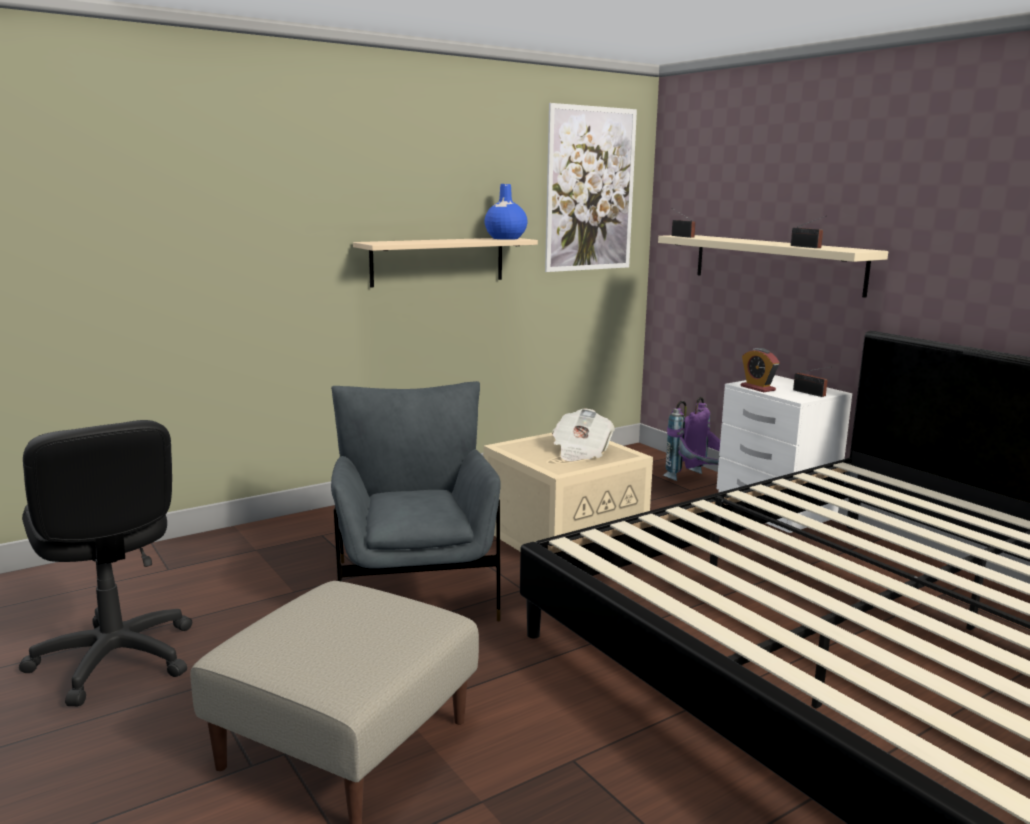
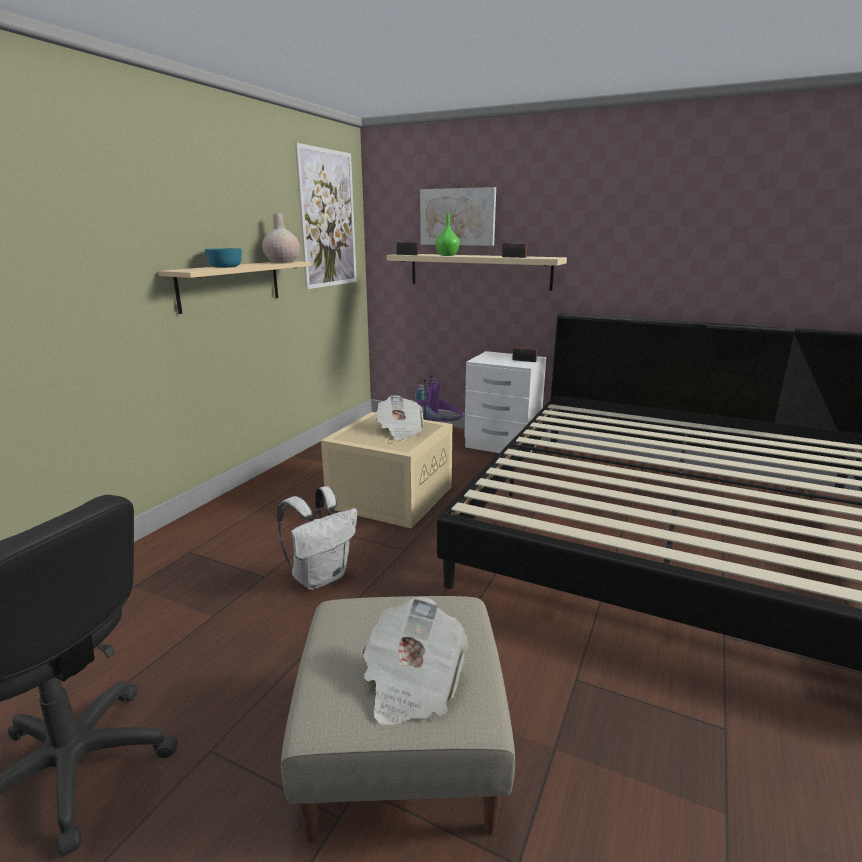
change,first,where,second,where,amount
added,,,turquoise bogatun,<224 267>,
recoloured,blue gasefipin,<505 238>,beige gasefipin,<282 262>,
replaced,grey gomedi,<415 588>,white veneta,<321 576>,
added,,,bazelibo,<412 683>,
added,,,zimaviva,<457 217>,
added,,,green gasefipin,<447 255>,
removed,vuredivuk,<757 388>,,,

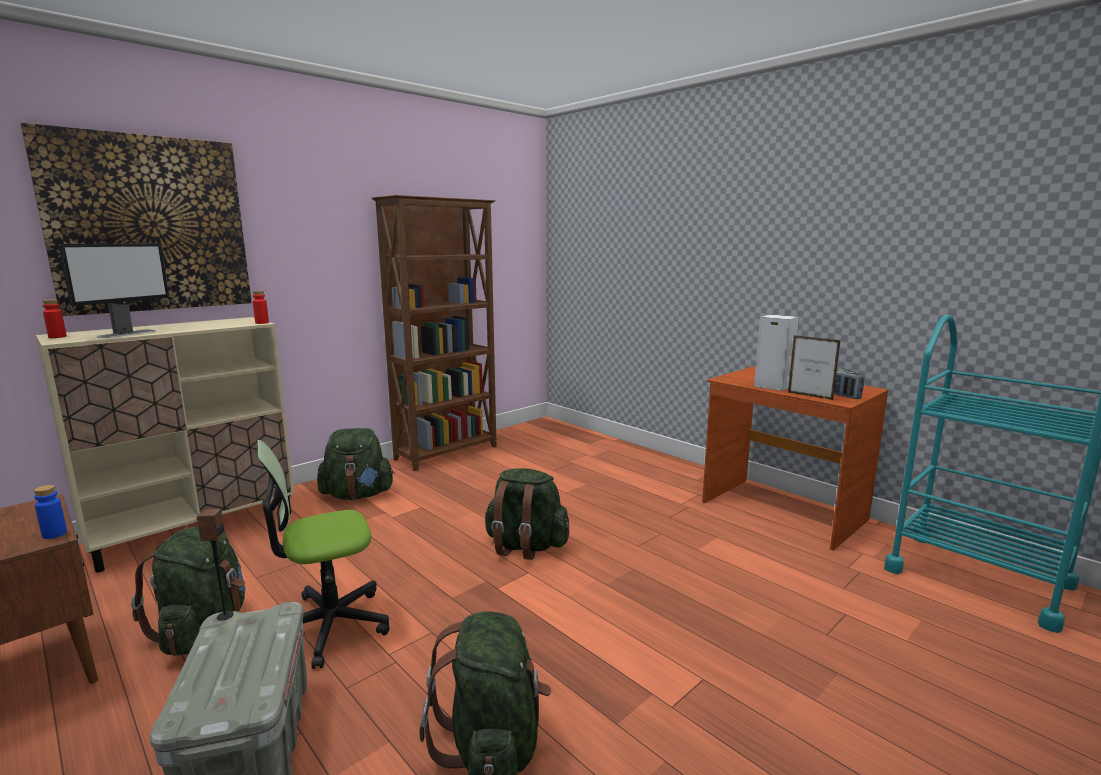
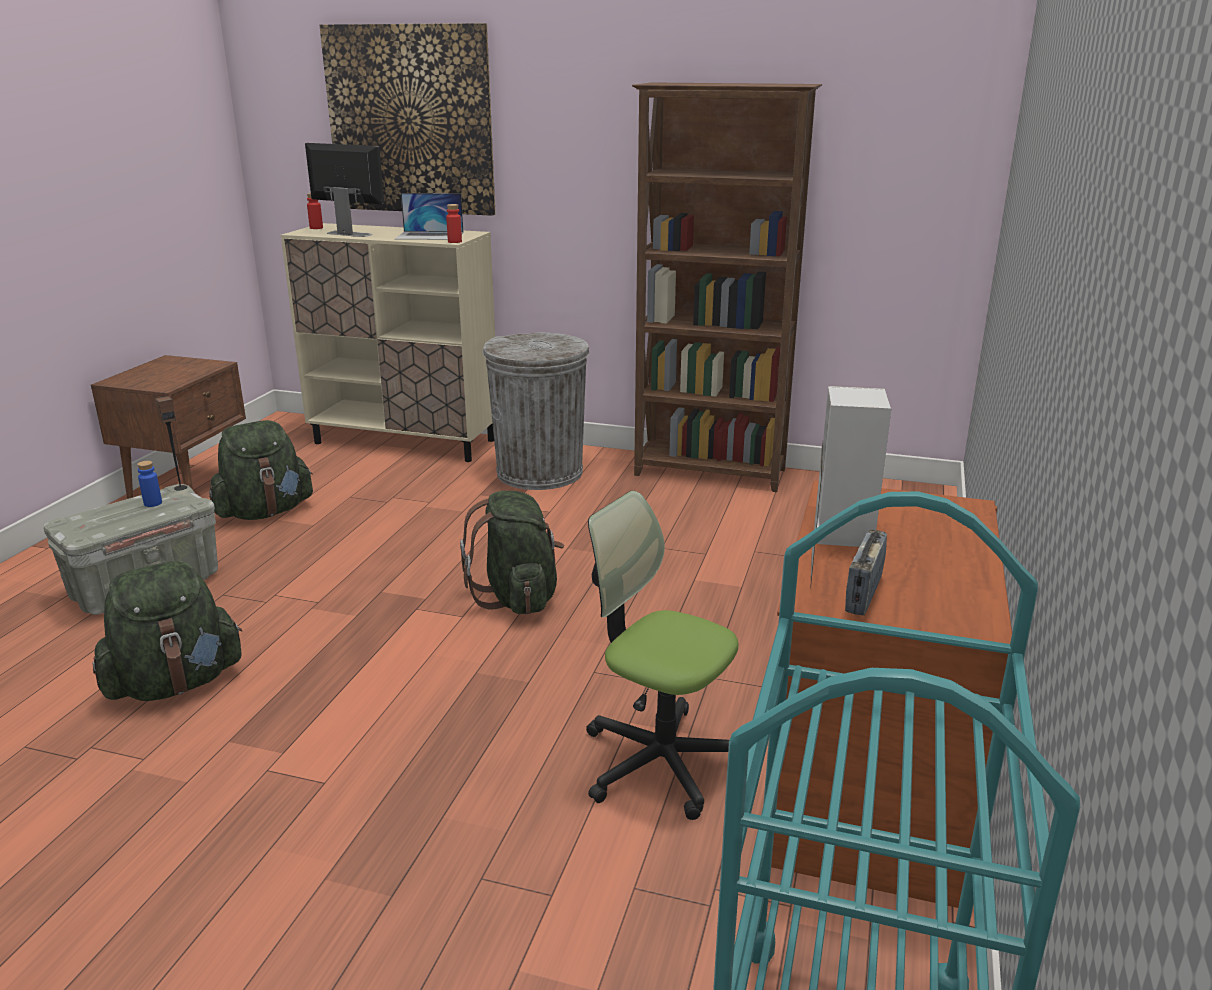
change,first,where,second,where,amount
moved,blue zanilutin,<54 534>,,<153 503>,
turned,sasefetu,<127 333>,,<349 234>,150 degrees counterclockwise
added,,,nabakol,<430 235>,
replaced,green veneta,<358 495>,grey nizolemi,<540 472>,
moved,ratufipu,<329 625>,,<660 761>,

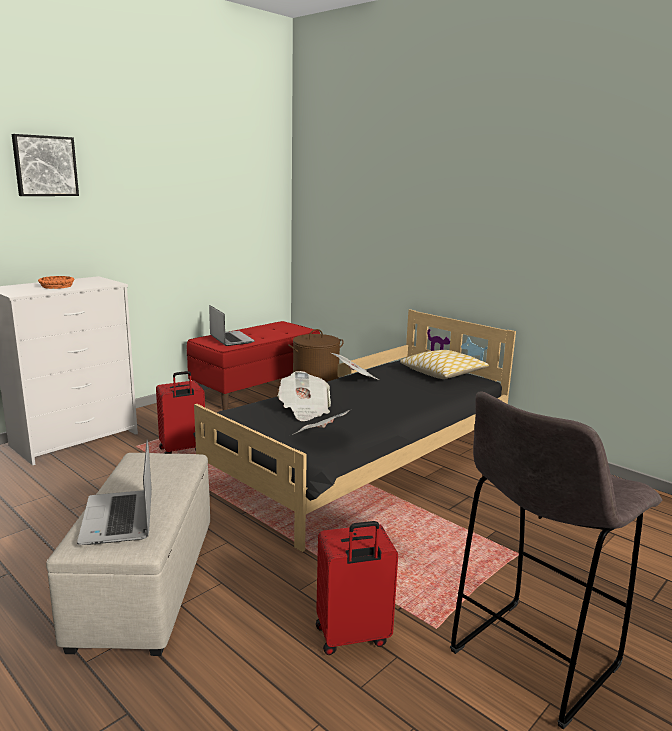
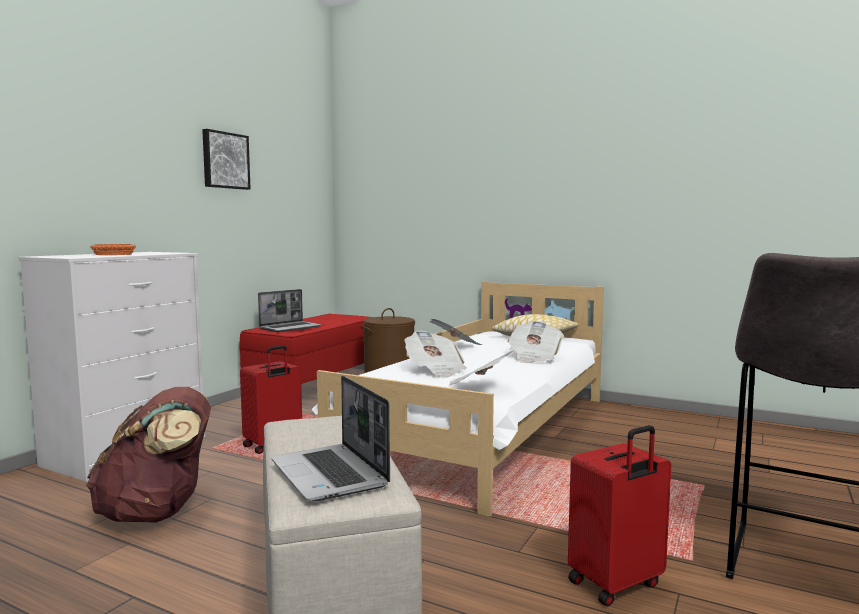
change,first,where,second,where,amount
added,,,brown veneta,<158 512>,
moved,zimaviva,<45 166>,,<225 160>,
turned,nabakol,<230 339>,,<290 328>,90 degrees clockwise
recoloured,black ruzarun,<365 462>,white ruzarun,<485 432>,
added,,,bazelibo,<534 357>,

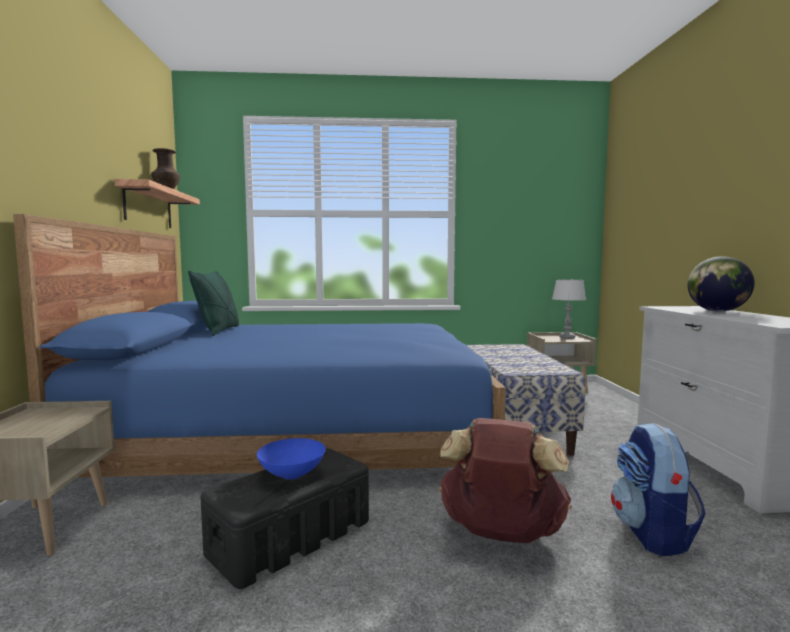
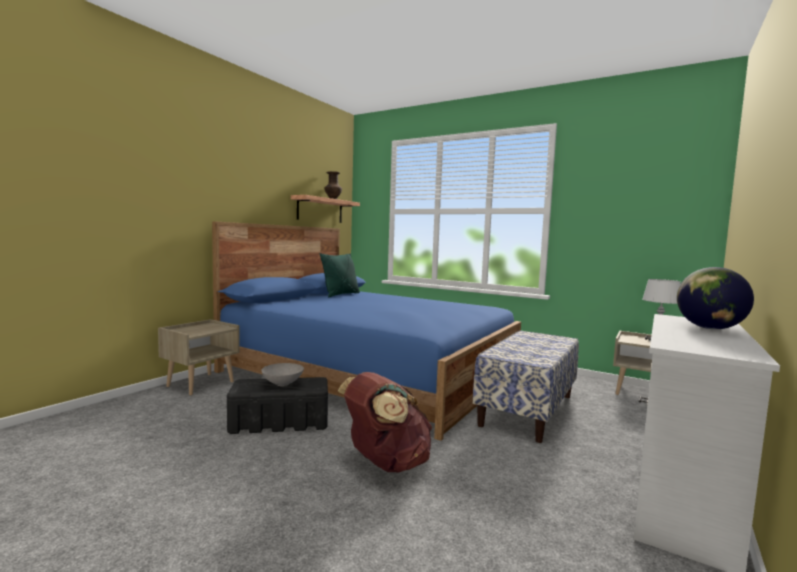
change,first,where,second,where,amount
recoloured,blue bogatun,<293 474>,grey bogatun,<283 384>,
removed,veneta,<652 534>,,,

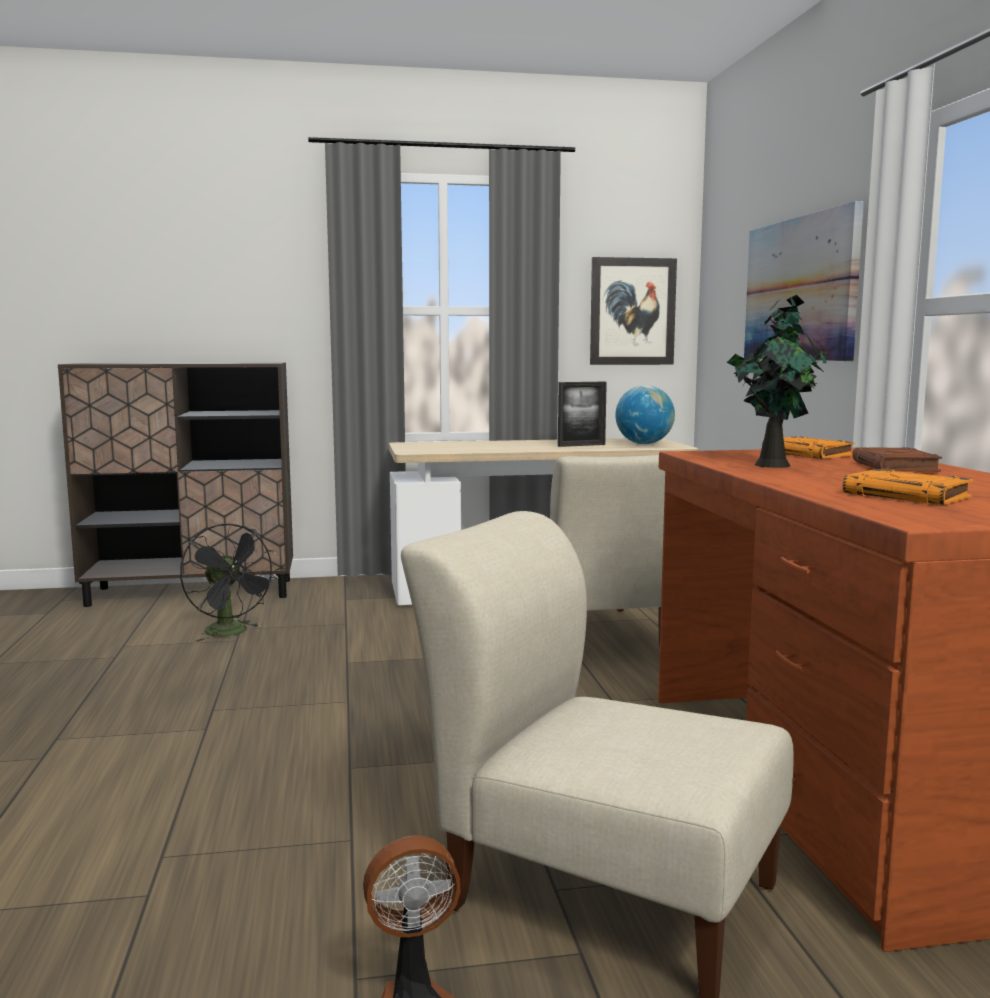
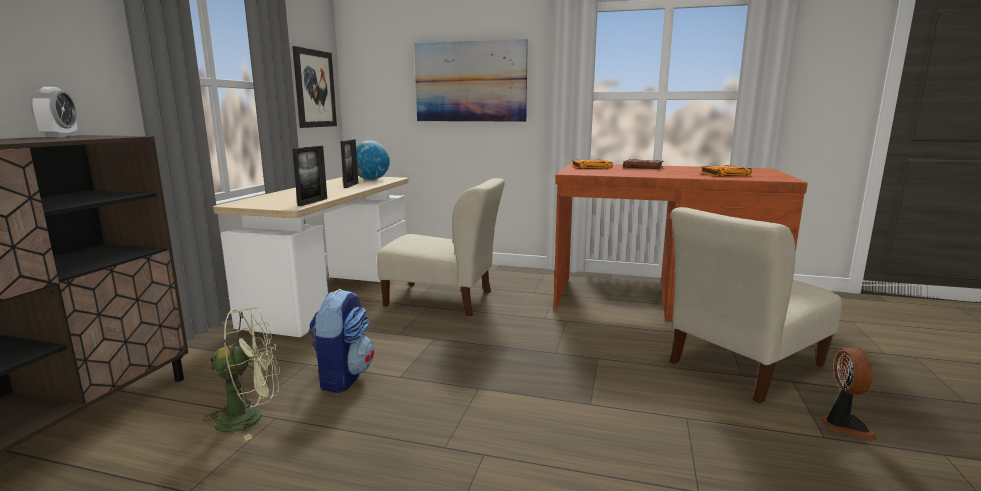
change,first,where,second,where,amount
added,,,vuredivuk,<60 136>,
recoloured,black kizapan,<231 633>,green kizapan,<250 418>,
added,,,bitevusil,<313 202>,
added,,,veneta,<343 377>,
removed,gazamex,<773 465>,,,

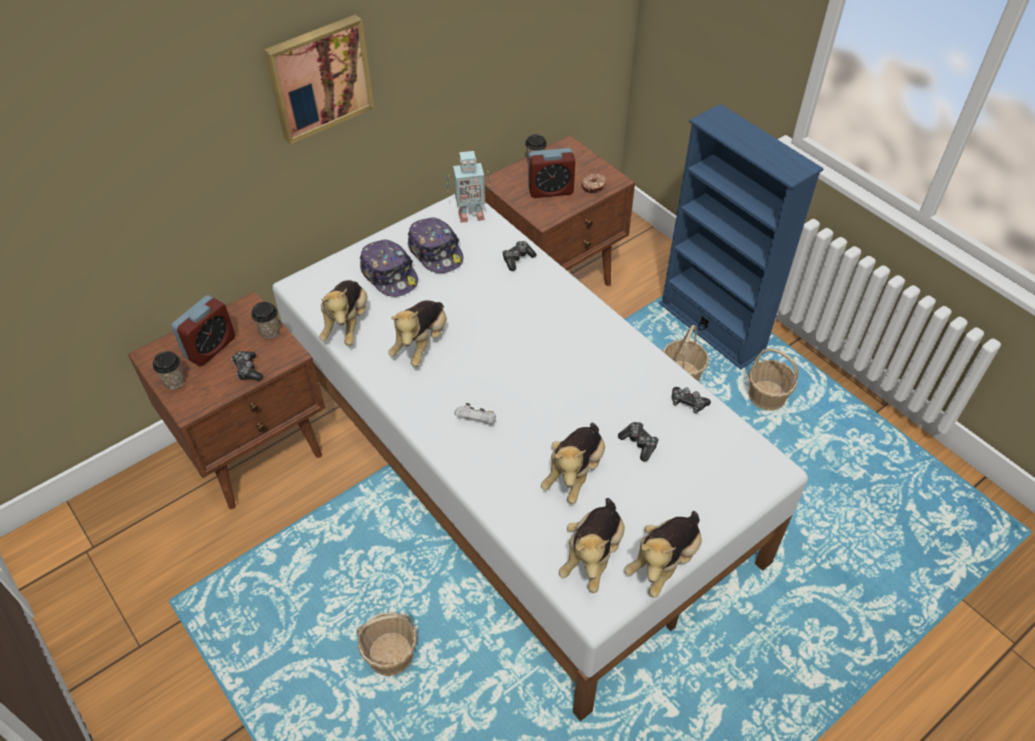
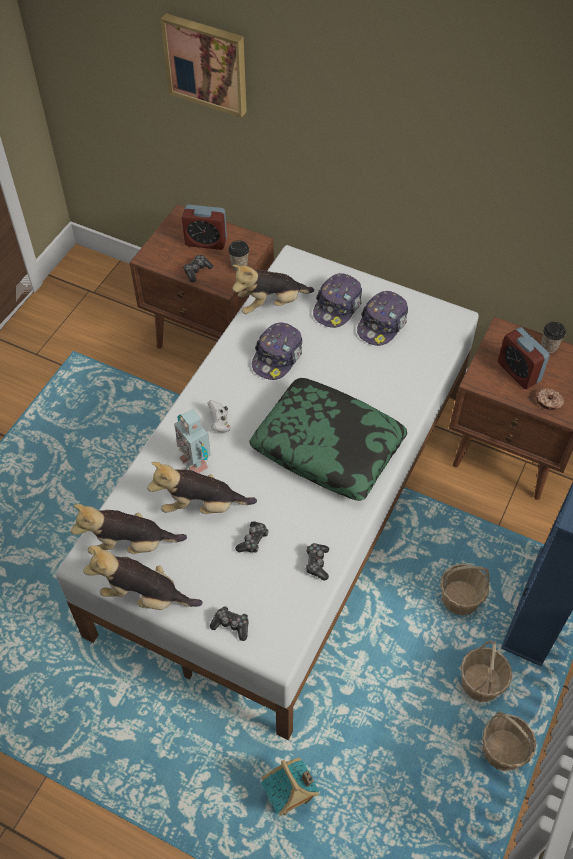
change,first,where,second,where,amount
moved,zimaviva,<319 77>,,<207 63>,
moved,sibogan,<470 215>,,<195 461>,
moved,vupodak,<517 259>,,<231 625>,
added,,,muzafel,<328 446>,
replaced,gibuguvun,<421 343>,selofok,<277 357>,
added,,,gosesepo,<290 799>,
moved,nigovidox,<391 655>,,<503 751>,
removed,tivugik,<174 381>,,,

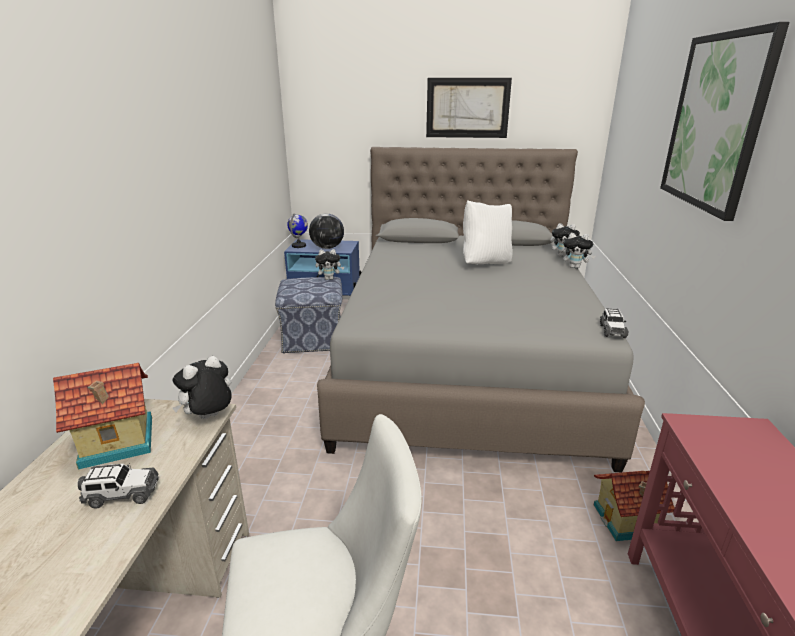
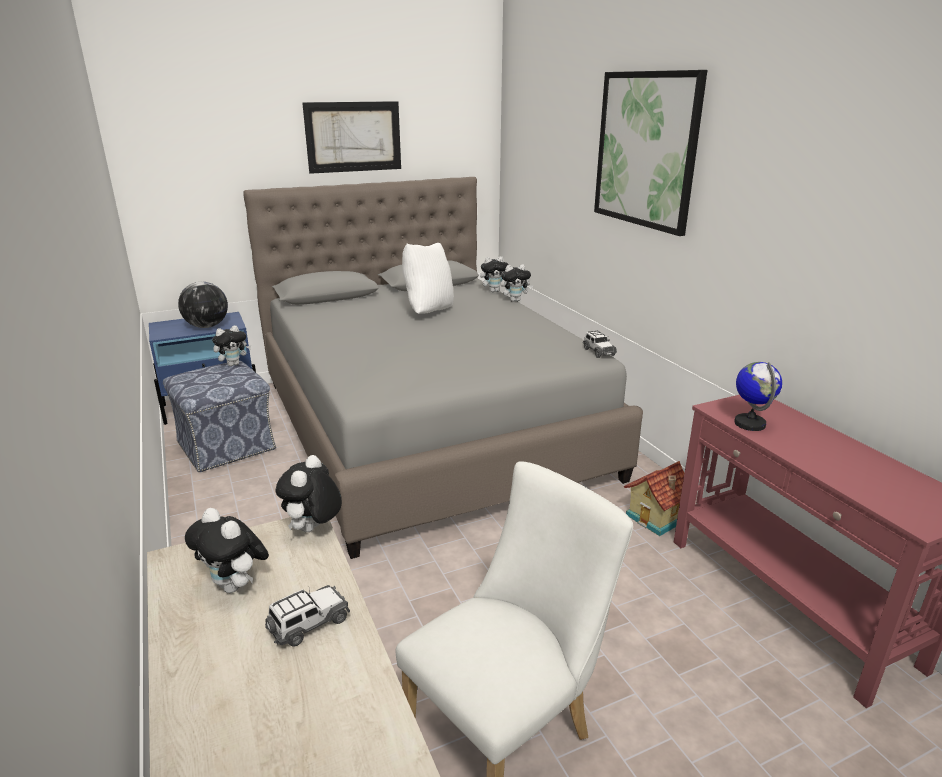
change,first,where,second,where,amount
replaced,gosesepo,<118 443>,gibuguvun,<235 586>,
moved,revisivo,<299 246>,,<750 423>,

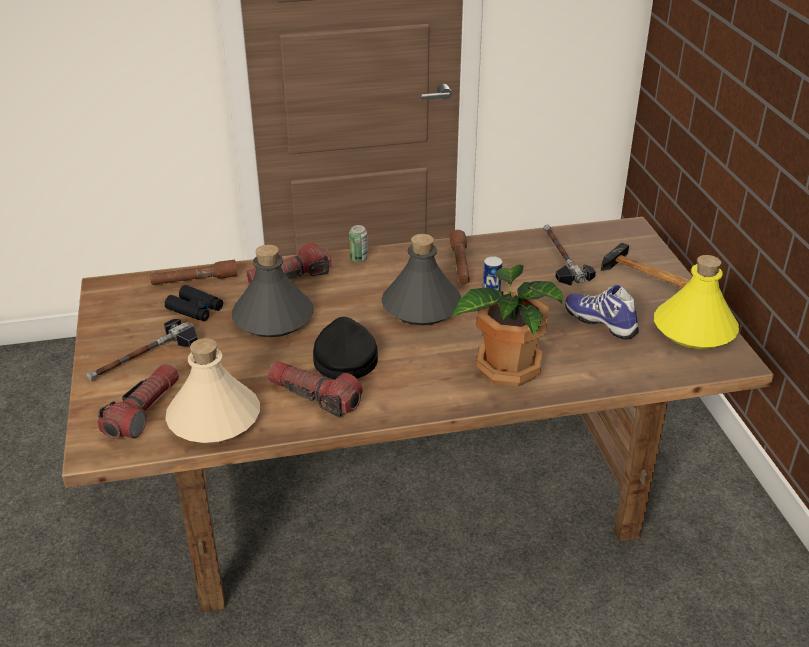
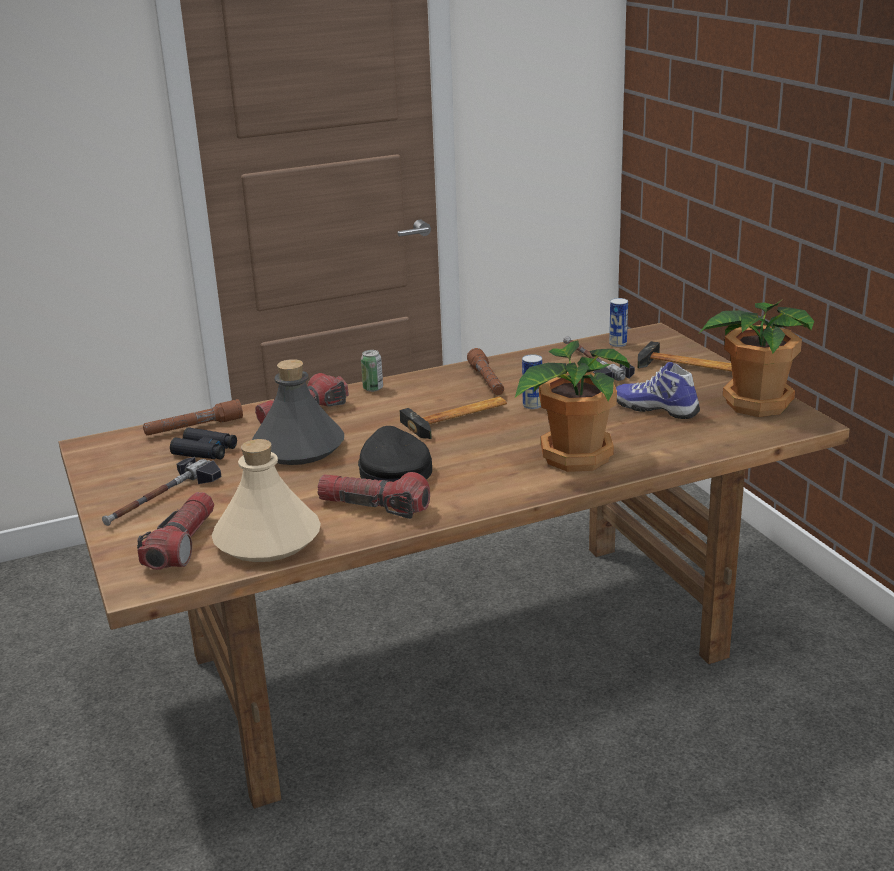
change,first,where,second,where,amount
replaced,grey zanilutin,<421 306>,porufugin,<459 419>,
added,,,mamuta,<618 344>,
replaced,yellow zanilutin,<694 330>,gazamex,<755 403>,

